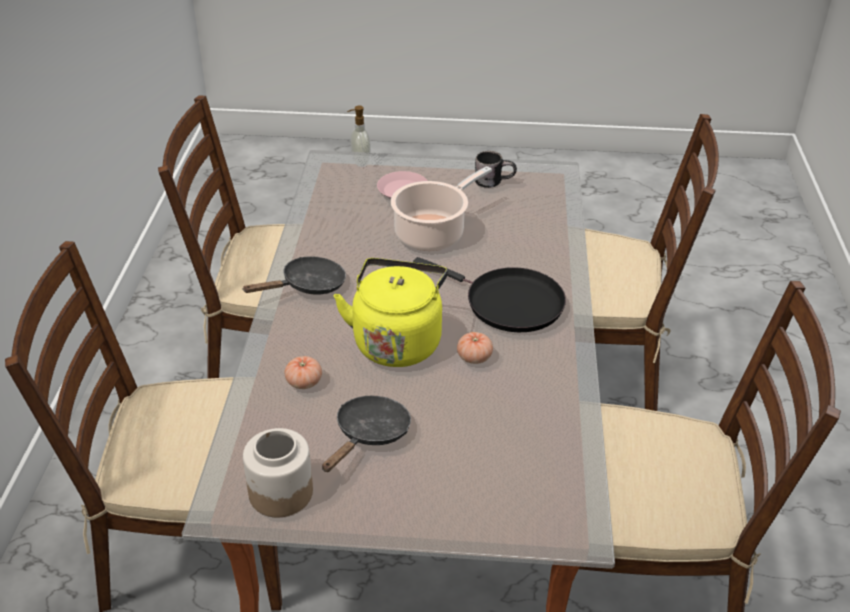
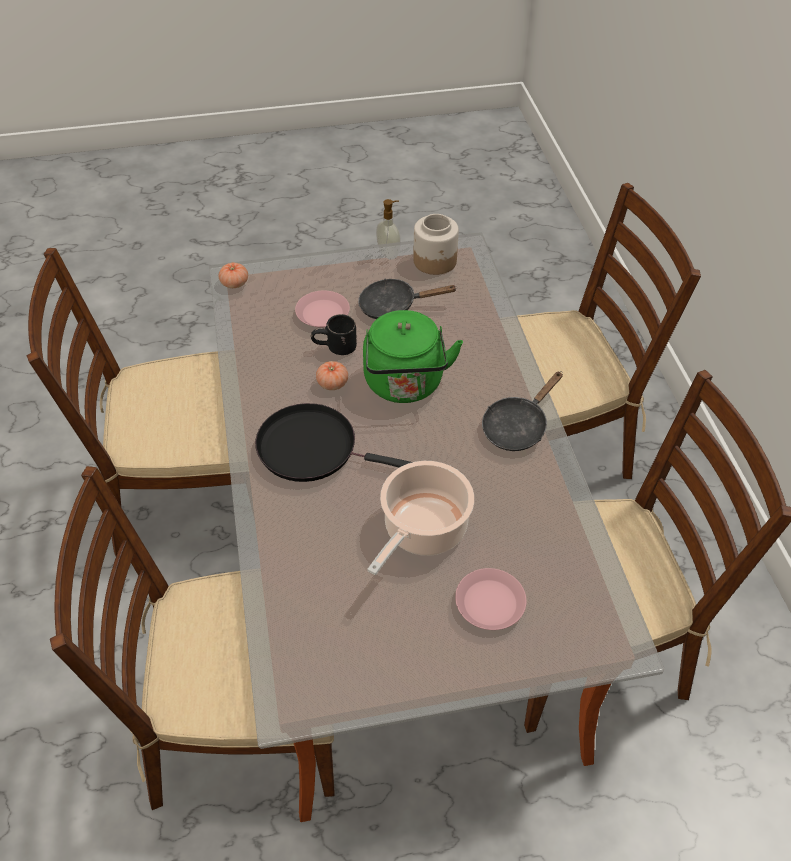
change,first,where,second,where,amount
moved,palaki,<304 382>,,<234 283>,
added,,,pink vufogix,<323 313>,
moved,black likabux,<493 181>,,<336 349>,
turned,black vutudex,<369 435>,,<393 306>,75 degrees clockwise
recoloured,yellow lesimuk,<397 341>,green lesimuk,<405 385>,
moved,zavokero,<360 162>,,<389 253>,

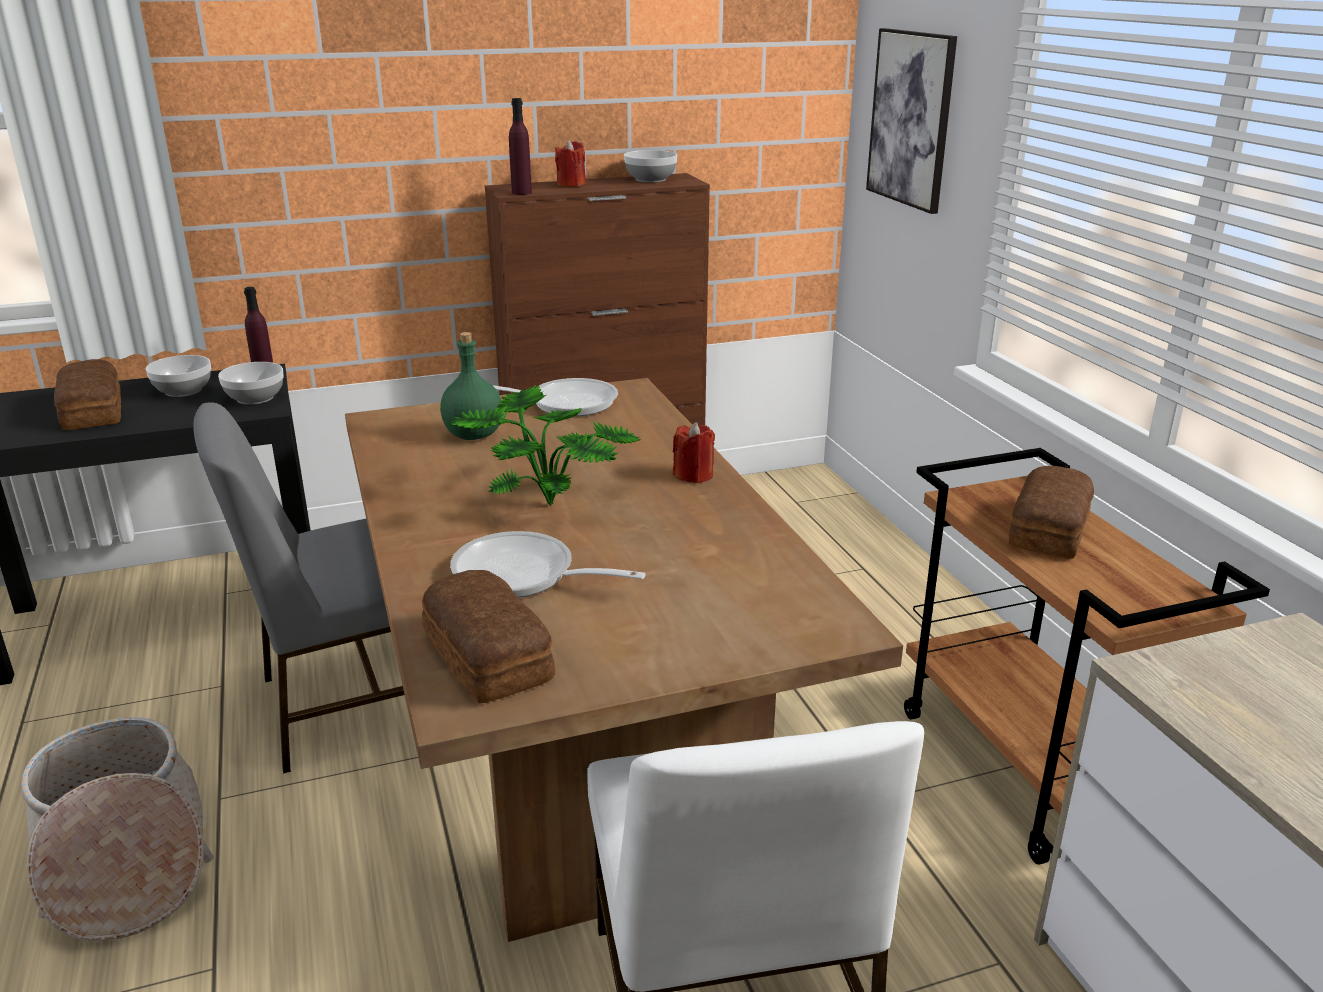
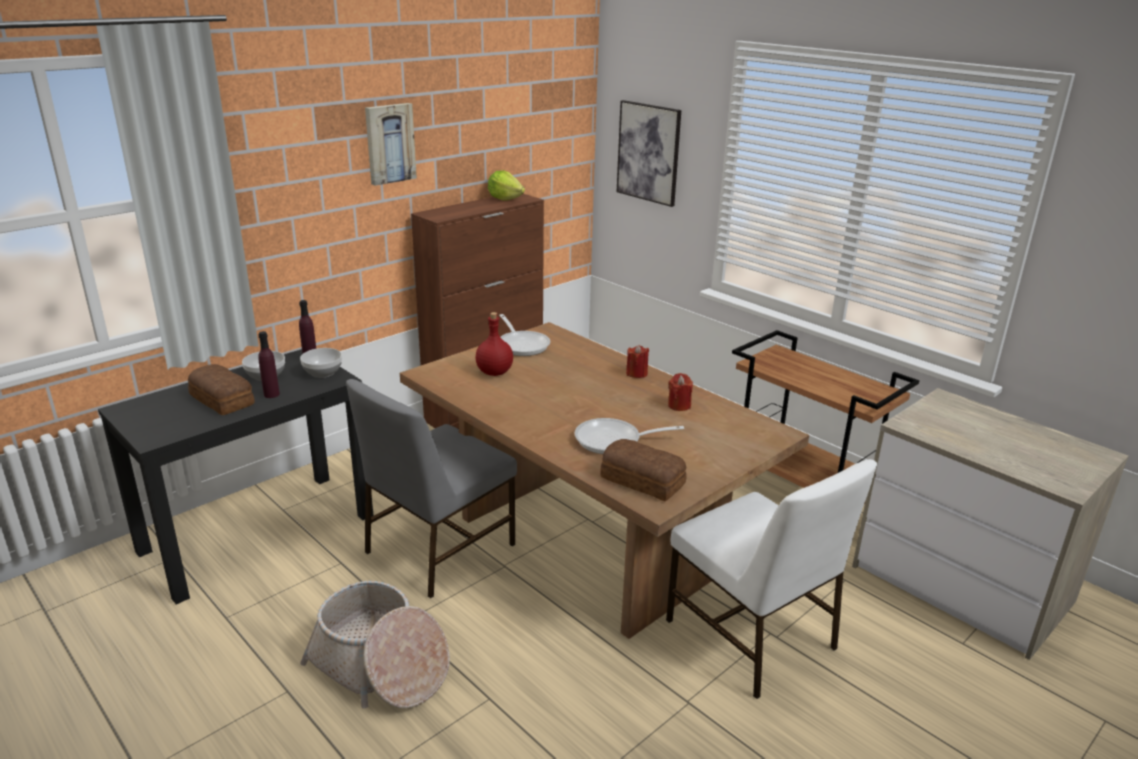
change,first,where,second,where,amount
moved,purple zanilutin,<521 193>,,<271 394>,
added,,,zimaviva,<389 143>,
recoloured,green zanilutin,<473 436>,red zanilutin,<495 373>,
replaced,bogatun,<651 179>,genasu,<505 199>,
turned,vutudex,<565 403>,,<522 345>,90 degrees clockwise
moved,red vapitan,<571 184>,,<679 405>,
removed,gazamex,<548 500>,,,
removed,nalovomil,<1051 529>,,,

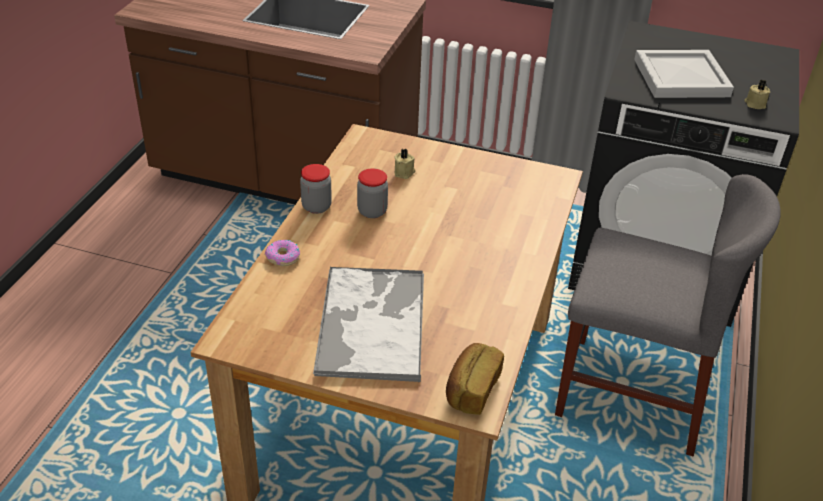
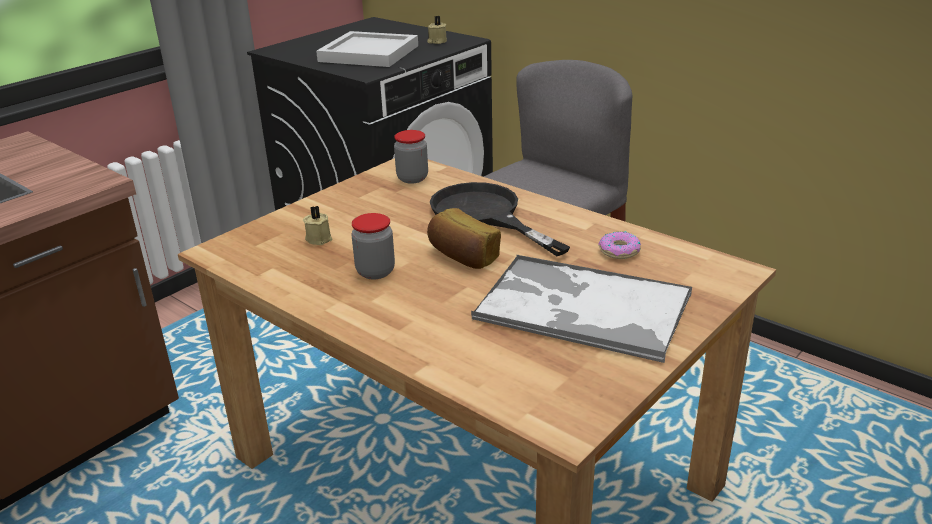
change,first,where,second,where,amount
moved,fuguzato,<316 207>,,<412 178>,
moved,nalovomil,<471 390>,,<463 256>,
added,,,black vutudex,<485 215>,
moved,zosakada,<283 257>,,<619 251>,

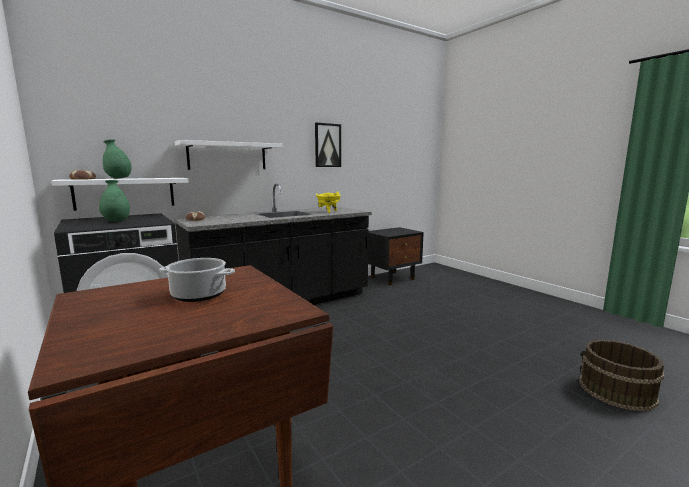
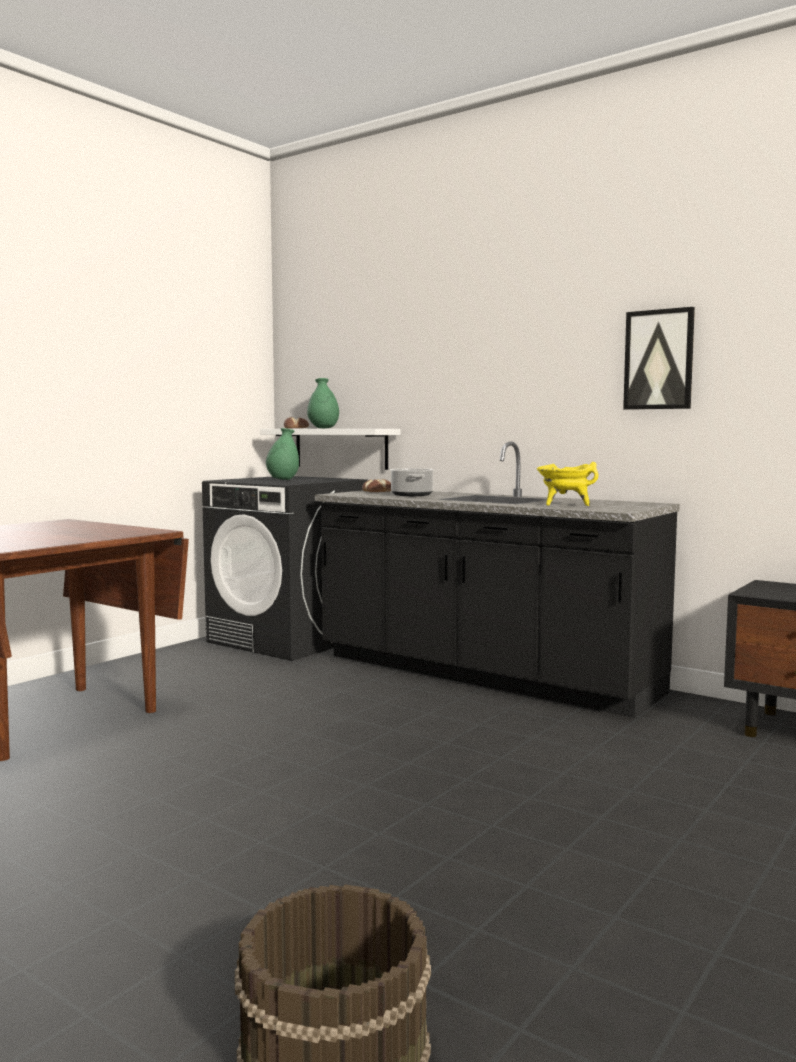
change,first,where,second,where,amount
moved,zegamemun,<199 295>,,<412 495>,
removed,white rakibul,<227 156>,,,

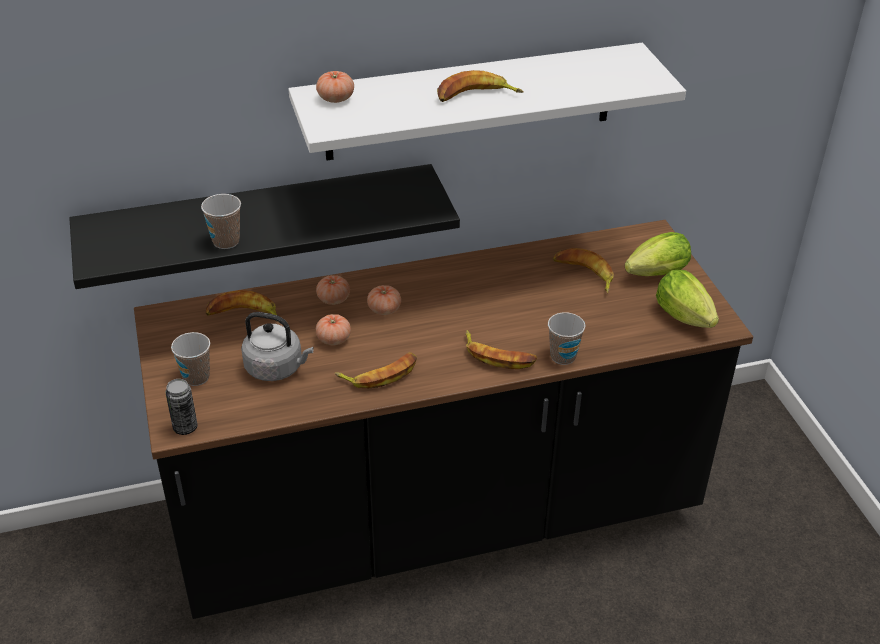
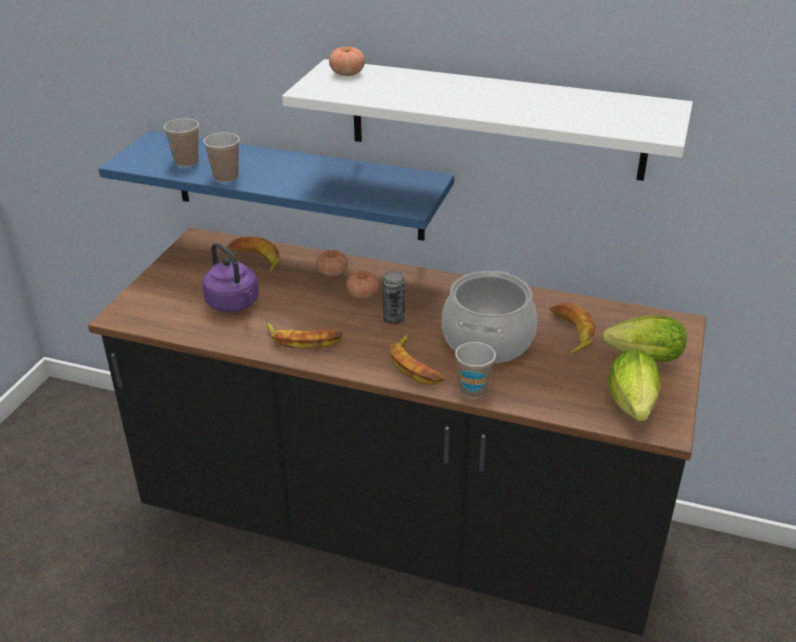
change,first,where,second,where,amount
recoloured,black rakibul,<260 223>,blue rakibul,<297 185>,
moved,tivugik,<196 377>,,<186 162>,
recoloured,grey lesimuk,<277 368>,purple lesimuk,<234 304>,
moved,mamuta,<185 427>,,<394 319>,
added,,,zegamemun,<488 341>,
removed,palaki,<333 339>,,,
removed,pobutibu,<476 96>,,,

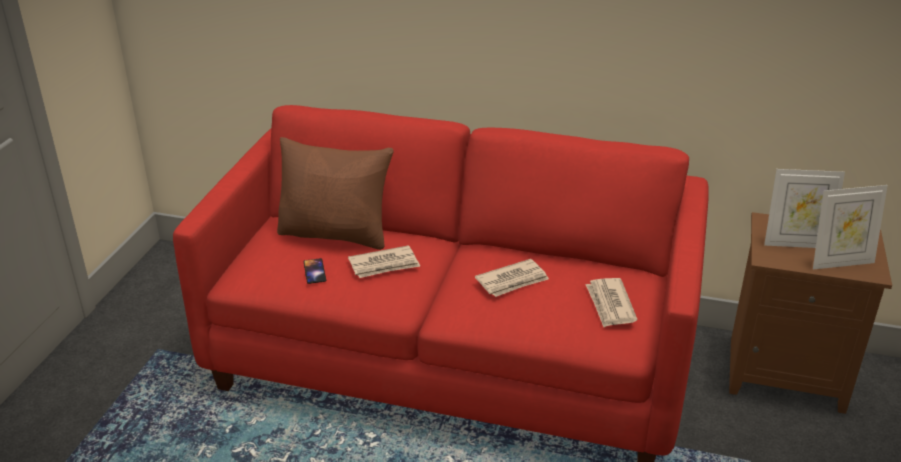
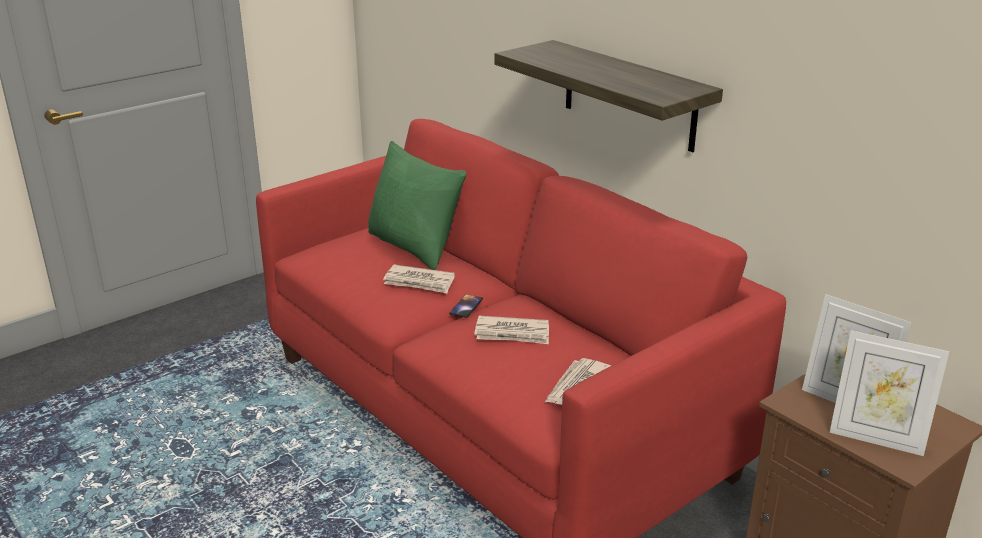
change,first,where,second,where,amount
recoloured,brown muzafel,<336 234>,green muzafel,<414 247>,
moved,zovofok,<314 271>,,<466 306>,
added,,,rakibul,<629 95>,

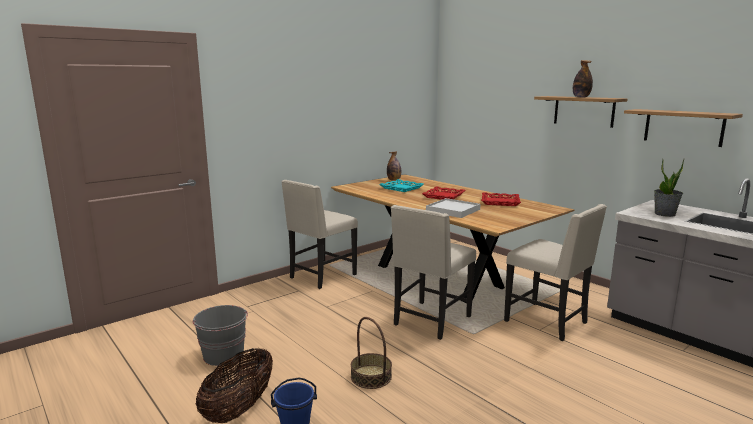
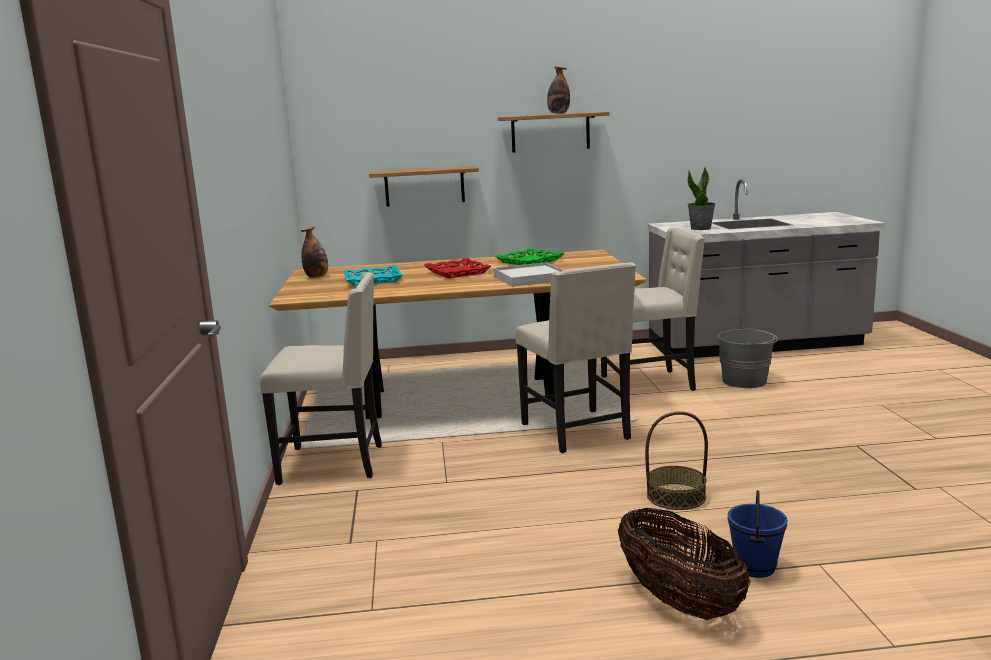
change,first,where,second,where,amount
turned,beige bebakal,<321 276>,,<334 463>,75 degrees counterclockwise
moved,rakibul,<683 127>,,<424 186>,
recoloured,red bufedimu,<500 202>,green bufedimu,<530 261>,
moved,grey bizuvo,<224 355>,,<745 381>,

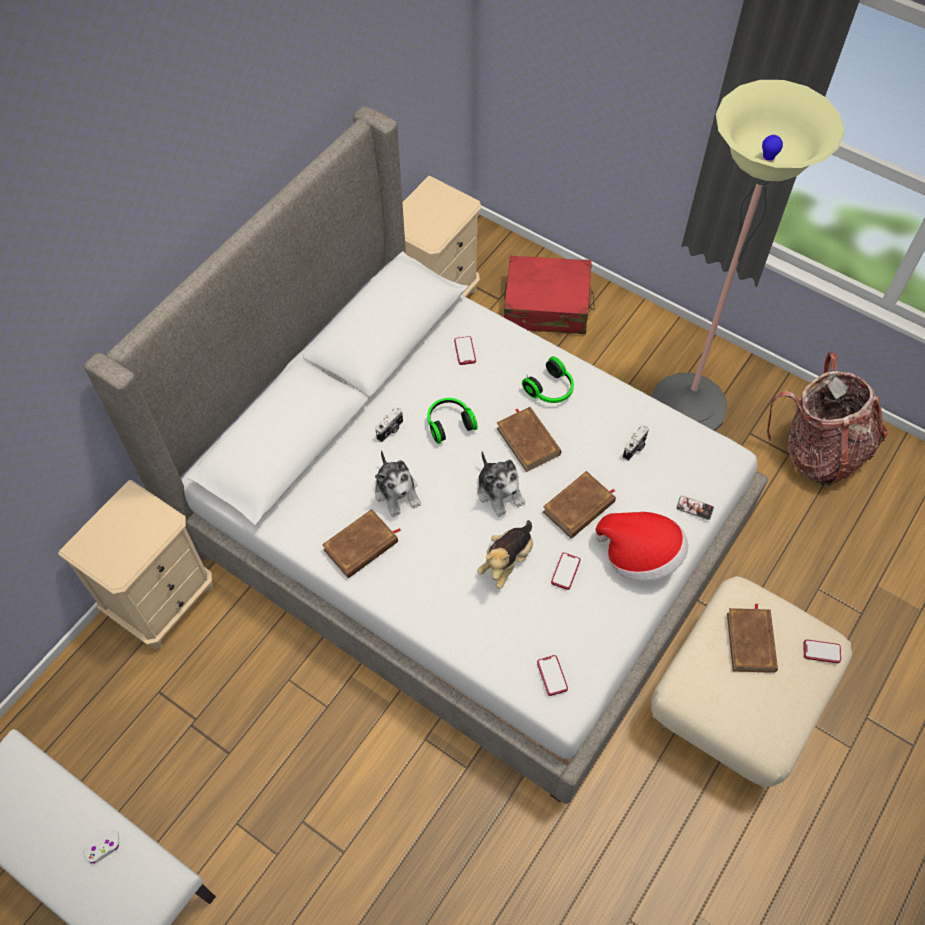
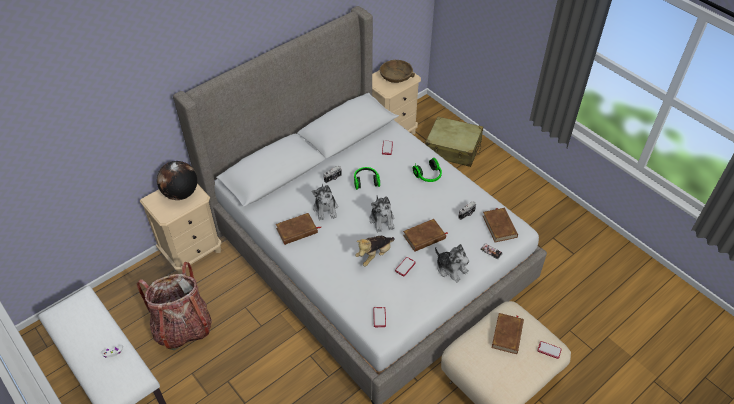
change,first,where,second,where,amount
moved,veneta,<818 452>,,<183 327>,
added,,,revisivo,<181 194>,
added,,,brown bogatun,<396 76>,
recoloured,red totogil,<547 306>,beige totogil,<453 148>,
replaced,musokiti,<640 555>,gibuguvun,<451 269>,
moved,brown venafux,<528 441>,,<499 226>,
removed,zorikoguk,<688 406>,,,

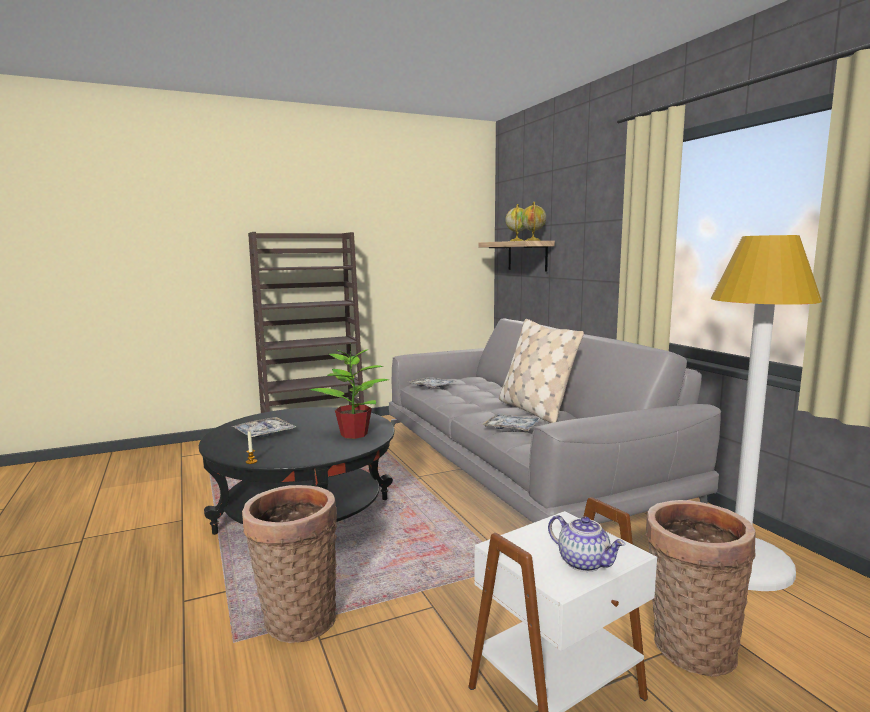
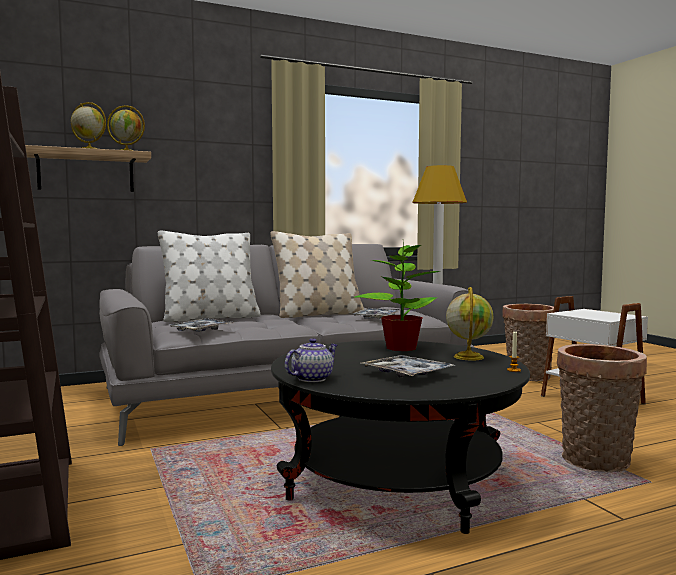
change,first,where,second,where,amount
added,,,white muzafel,<210 318>,
moved,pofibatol,<584 562>,,<312 378>,
added,,,revisivo,<468 357>,

